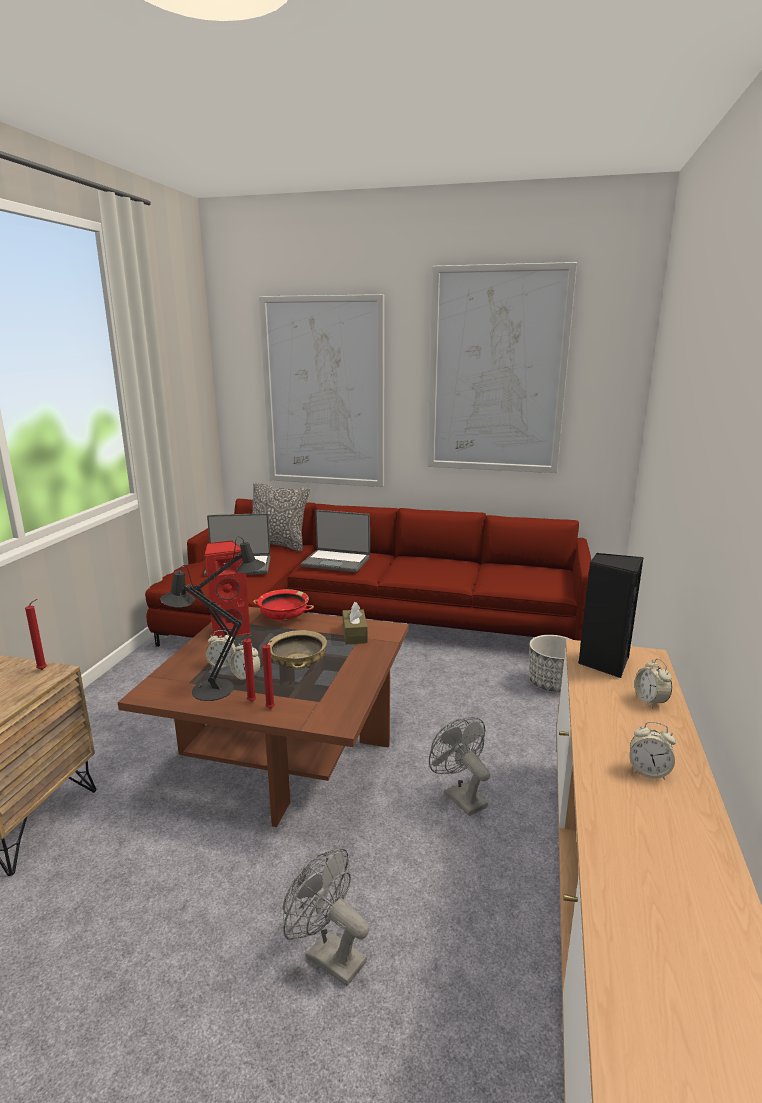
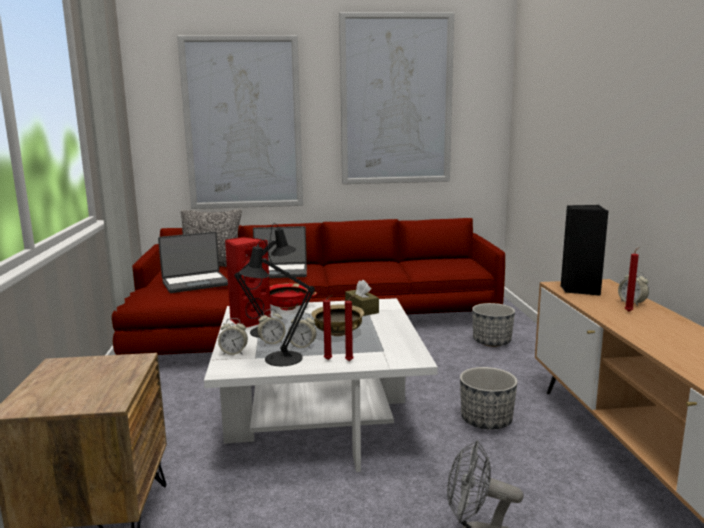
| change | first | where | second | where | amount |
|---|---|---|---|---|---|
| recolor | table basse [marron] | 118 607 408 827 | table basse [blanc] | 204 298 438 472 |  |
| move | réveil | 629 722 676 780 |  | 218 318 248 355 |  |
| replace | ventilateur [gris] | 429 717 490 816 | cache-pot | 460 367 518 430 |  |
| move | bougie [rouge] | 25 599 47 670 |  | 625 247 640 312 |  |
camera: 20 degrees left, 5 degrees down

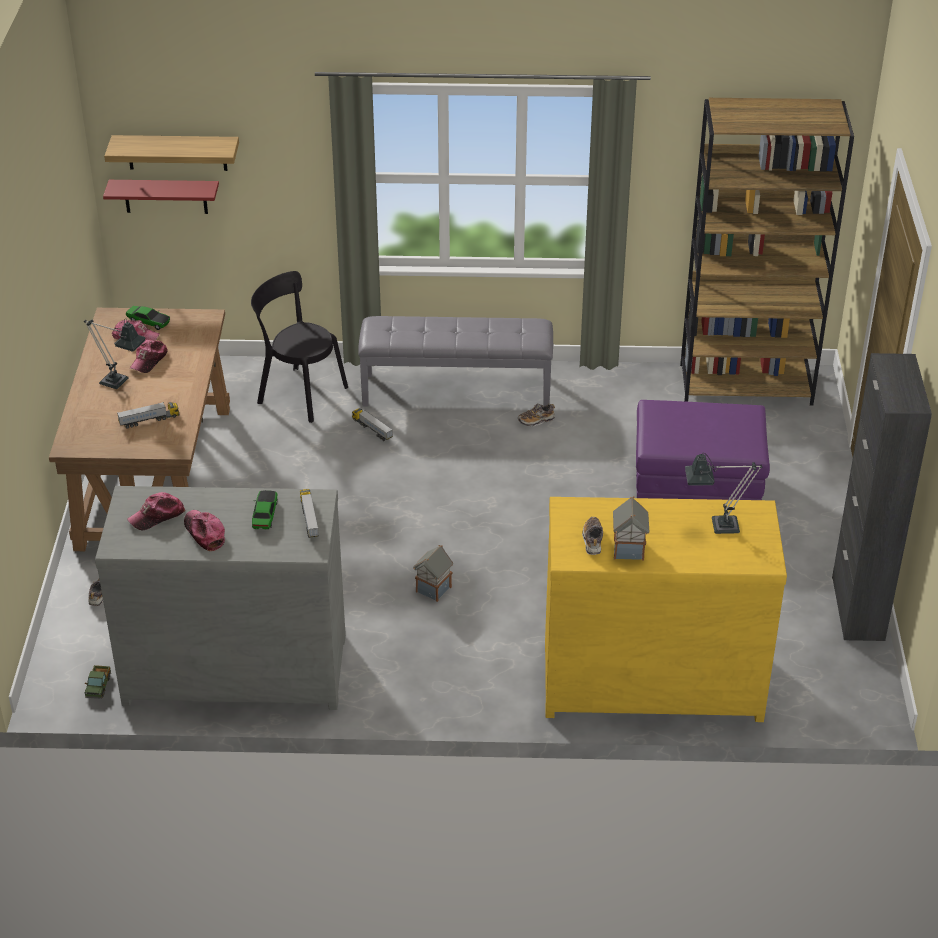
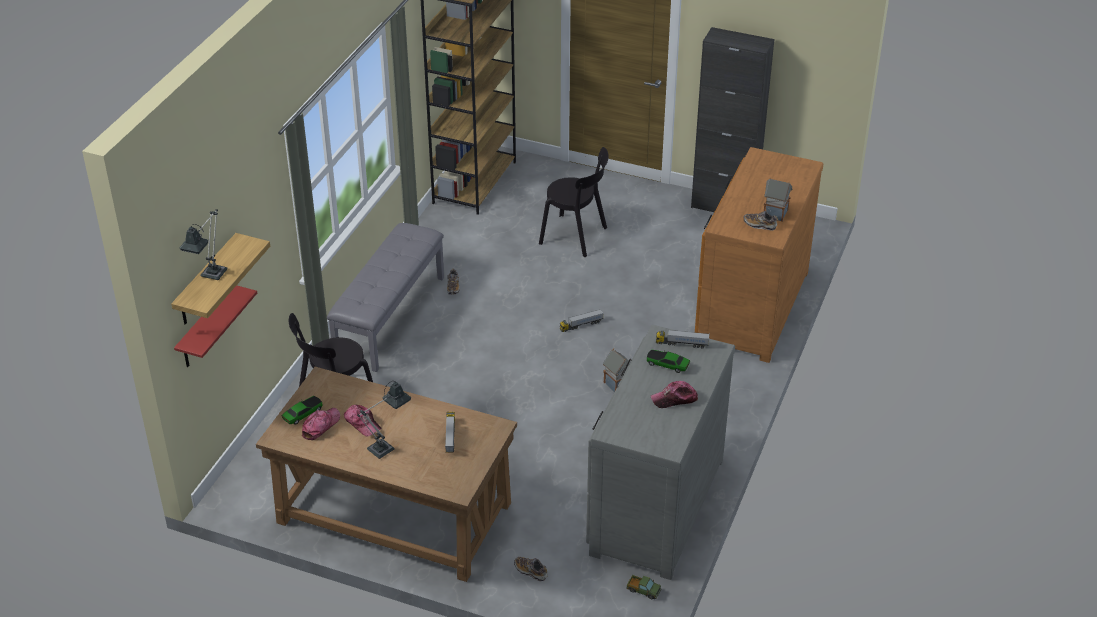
| change | first | where | second | where | amount |
|---|---|---|---|---|---|
| move | lampe de table | 685 453 762 534 |  | 180 209 227 280 |  |
| replace | pouf [violet] | 636 400 770 500 | chaise [noir] | 539 147 609 257 |  |
| move | camion jouet | 352 409 393 441 |  | 560 309 604 332 |  |
| recolor | commode [jaune] | 545 497 787 722 | commode [marron] | 695 147 824 363 |  |
| delete | casquette | 127 492 185 530 |  |  |  |
camera: 70 degrees left, 0 degrees up

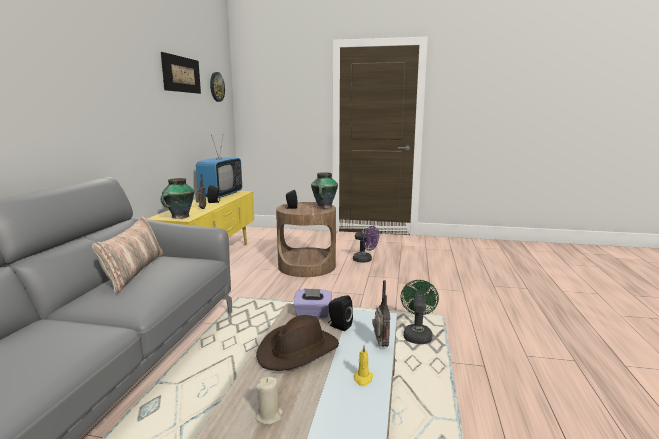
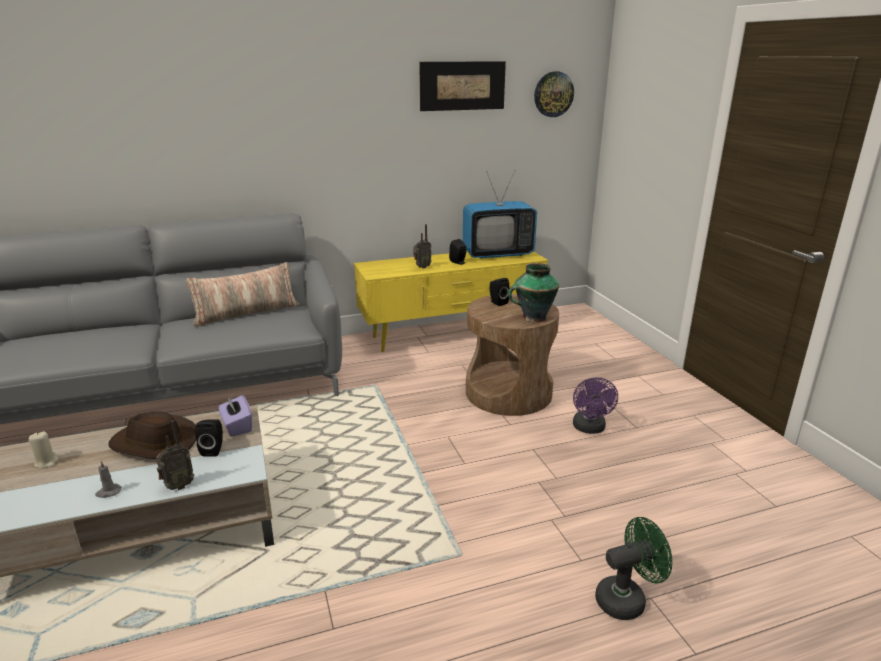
| change | first | where | second | where | amount |
|---|---|---|---|---|---|
| recolor | bougie [jaune] | 354 345 373 386 | bougie [gris] | 95 461 121 498 |  |
| move | ventilateur [vert] | 401 280 439 344 |  | 595 517 672 620 |  |
| delete | vase | 161 178 194 219 |  |  |  |
camera: 60 degrees right, 10 degrees up

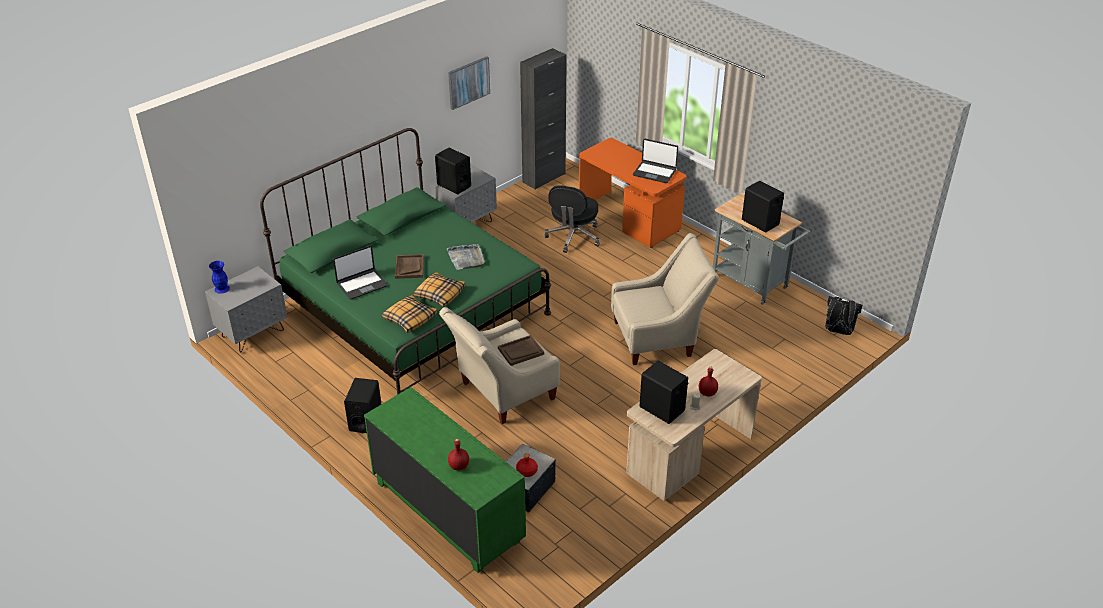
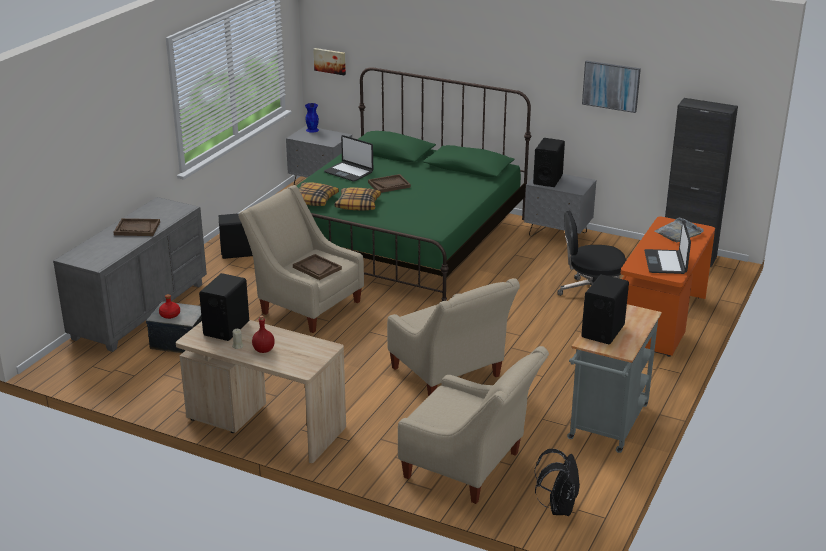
| change | first | where | second | where | amount |
|---|---|---|---|---|---|
| recolor | commode [vert] | 364 387 526 573 | commode [gris] | 53 197 207 352 |  |
| insert |  |  | plateau [marron] | 114 218 160 236 |  |
| insert |  |  | tableau | 313 48 346 75 |  |
| insert |  |  | fauteuil [beige] | 398 346 549 504 |  |
| move | plateau [gris] | 447 244 485 270 |  | 655 217 704 242 |  |
| delete | bouteille [rouge] | 448 439 469 470 |  |  |  |
camera: 70 degrees right, 10 degrees down

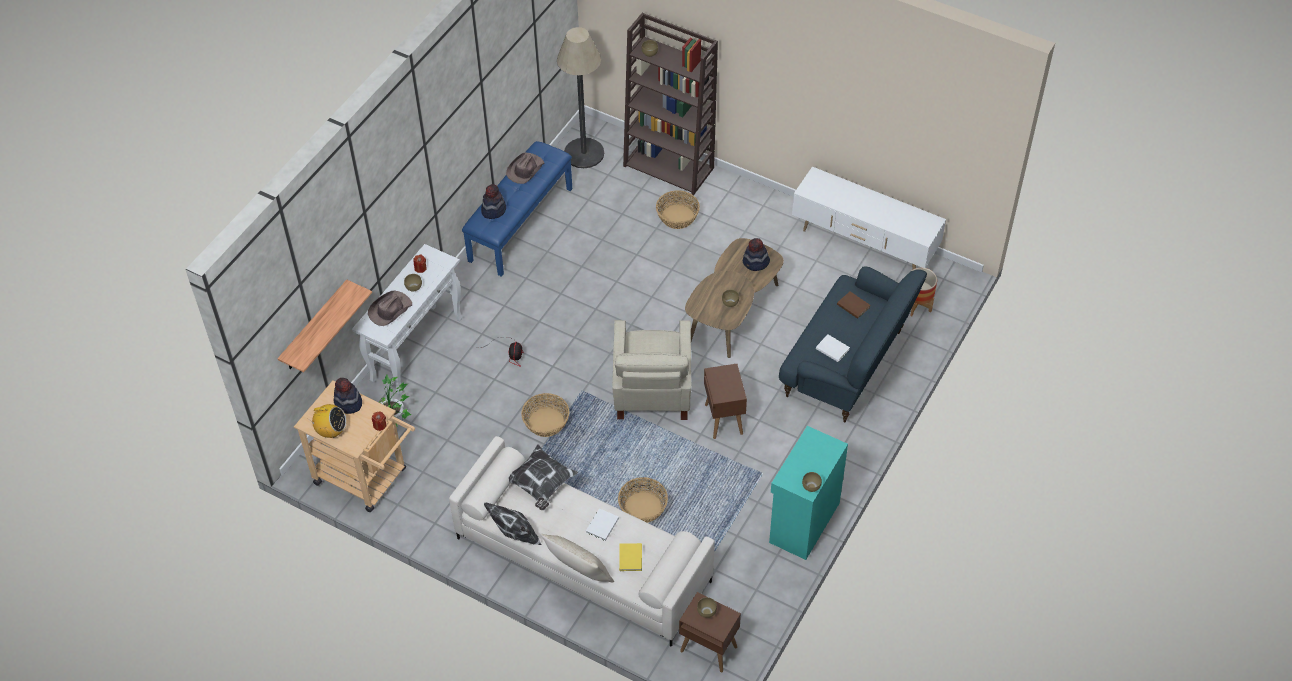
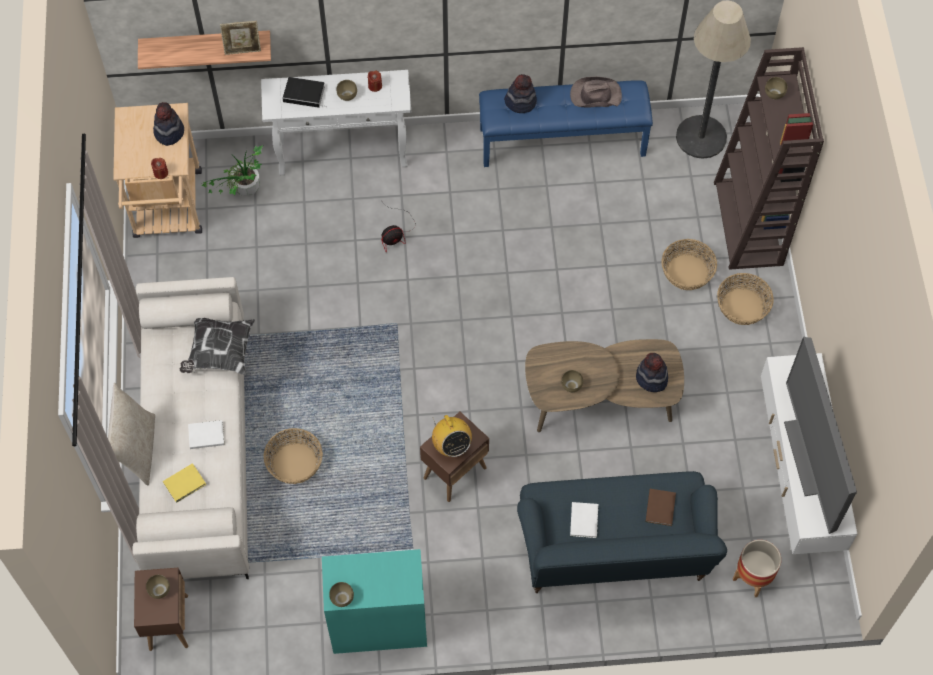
| change | first | where | second | where | amount |
|---|---|---|---|---|---|
| insert |  |  | cadre photo | 220 21 261 55 |  |
| replace | chapeau [marron] | 368 291 412 326 | livre | 283 77 327 108 |  |
| move | radio | 307 404 347 438 |  | 432 415 472 457 |  |
| move | panier | 521 393 569 437 |  | 717 273 774 325 |  |
| insert |  |  | téléviseur | 784 337 857 534 |  |
| delete | coussin | 484 502 542 545 |  |  |  |
| delete | fauteuil [beige] | 612 320 691 420 |  |  |  |
camera: 55 degrees right, 10 degrees up

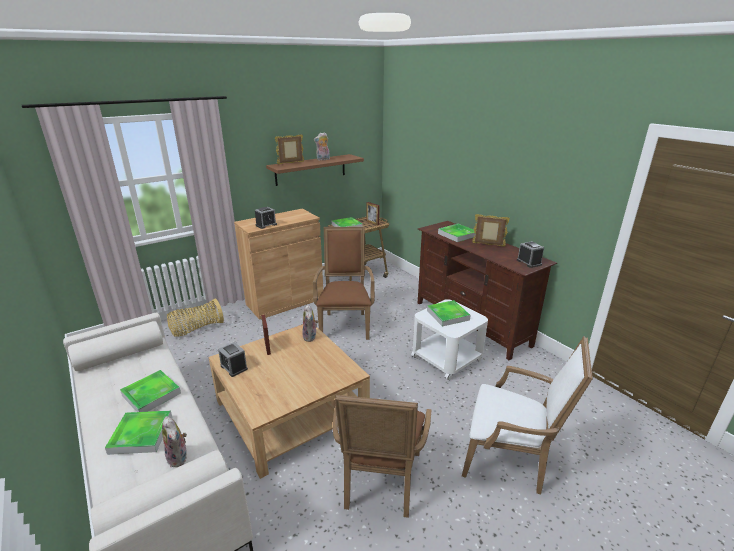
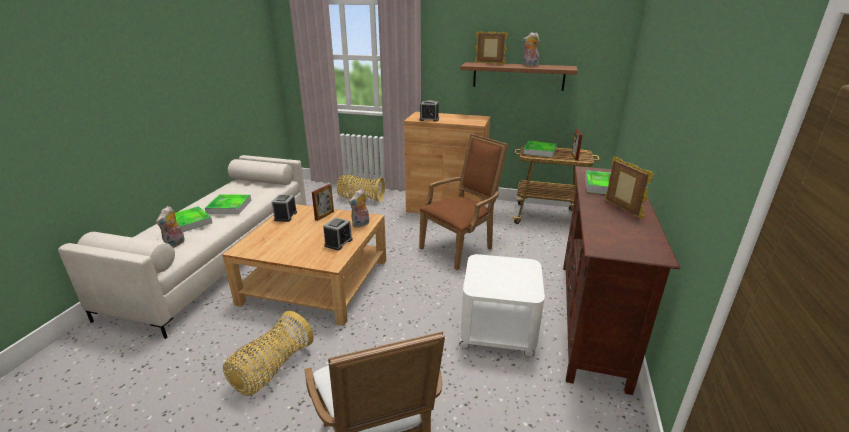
| change | first | where | second | where | amount |
|---|---|---|---|---|---|
| replace | fauteuil [marron] | 333 395 432 518 | panier | 223 311 314 396 |  |
| move | réveil | 517 241 544 268 |  | 323 218 353 250 |  |
| delete | plateau | 427 300 471 326 |  |  |  |
camera: 50 degrees right, 0 degrees up

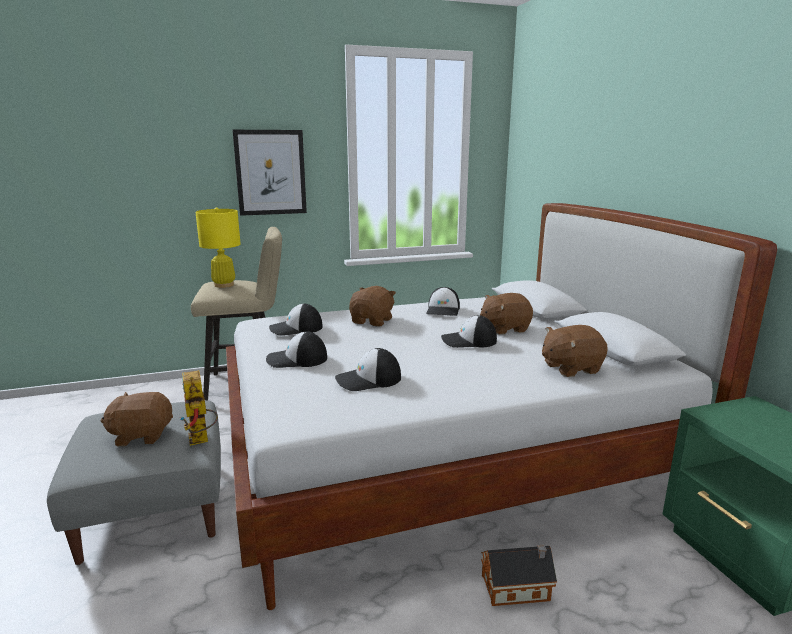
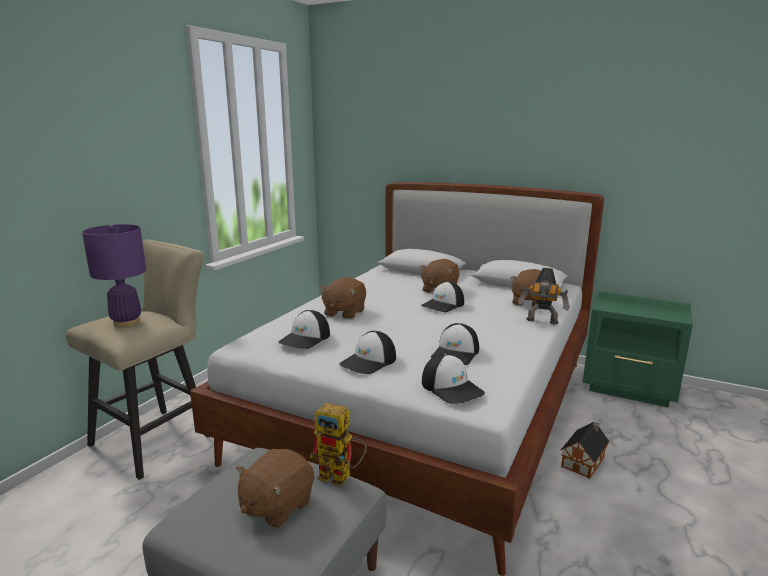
| change | first | where | second | where | amount |
|---|---|---|---|---|---|
| recolor | lampe de table [jaune] | 196 208 241 288 | lampe de table [violet] | 82 224 146 327 |  |
| rotate | peluche [marron] | 349 286 396 327 |  | 320 277 366 319 | 135 degrees counterclockwise |
| move | casquette | 426 287 460 316 |  | 422 353 485 404 |  |
| insert |  |  | robot jouet | 518 268 570 325 |  |
| delete | tableau | 232 130 307 216 |  |  |  |
camera: 45 degrees left, 0 degrees up

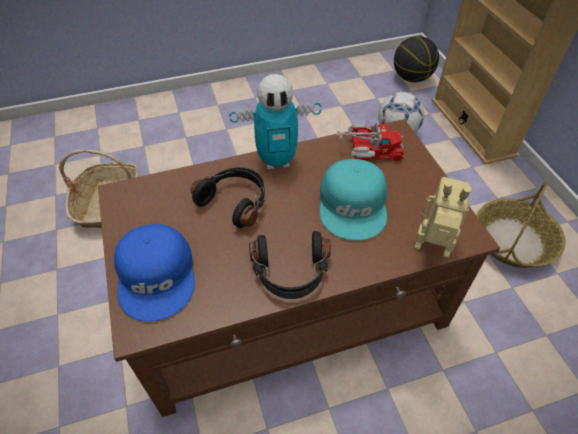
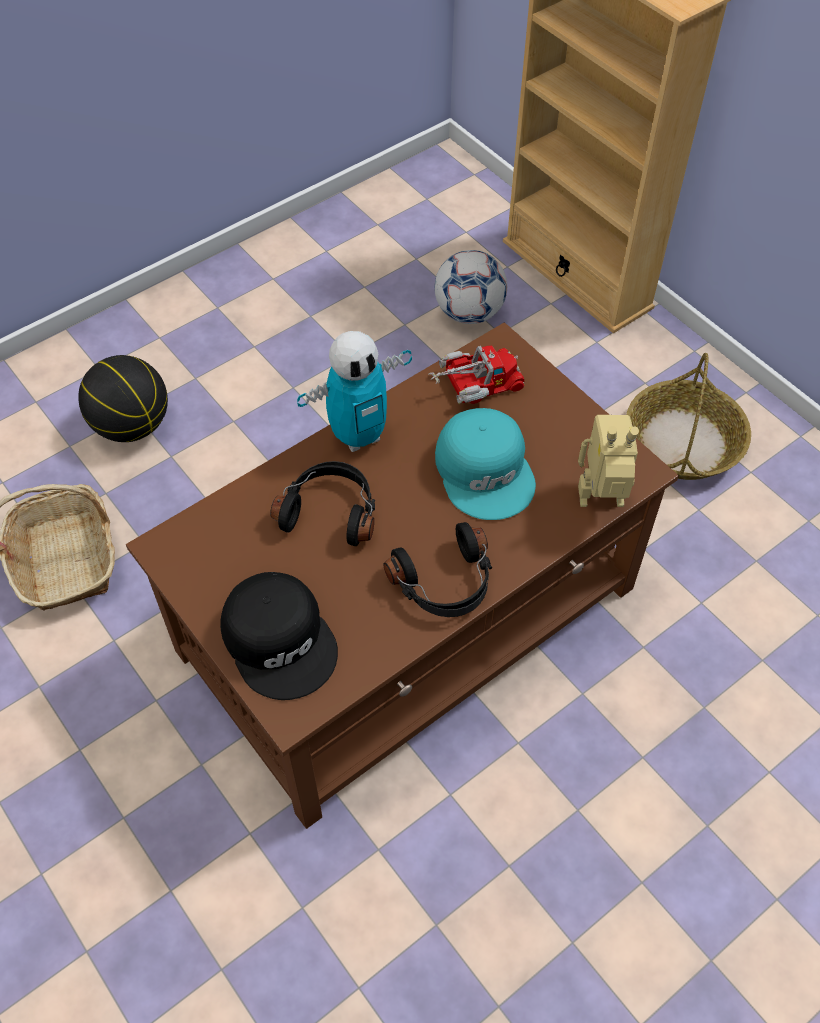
| change | first | where | second | where | amount |
|---|---|---|---|---|---|
| move | ballon de basket | 394 36 439 82 |  | 78 355 168 442 |  |
| recolor | casquette [bleu] | 114 224 195 322 | casquette [noir] | 220 572 338 700 |  |
camera: 20 degrees left, 5 degrees up

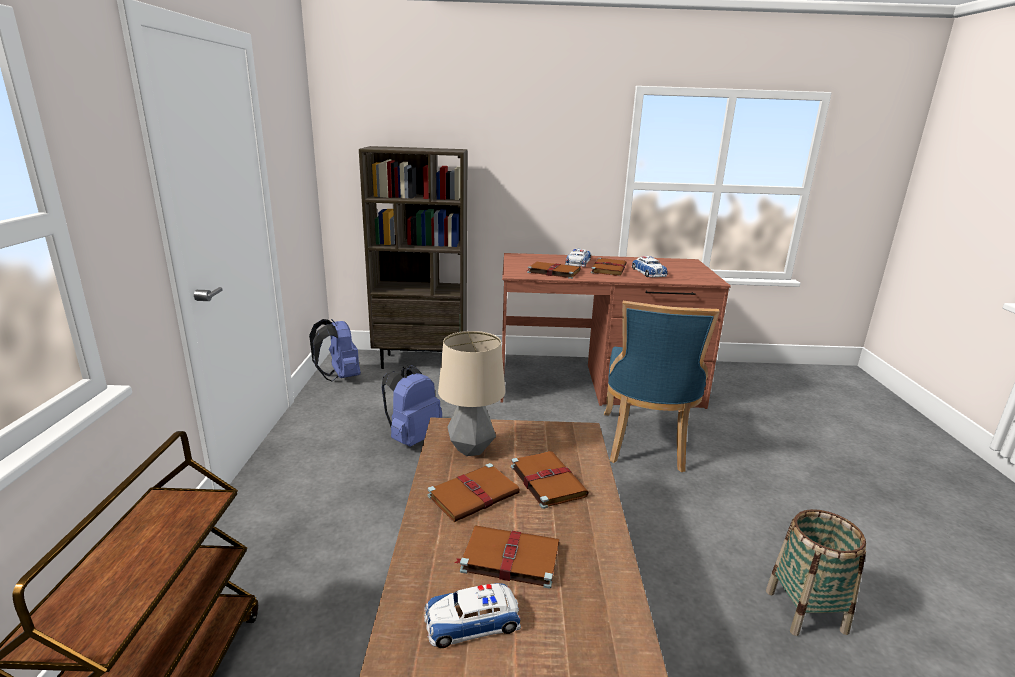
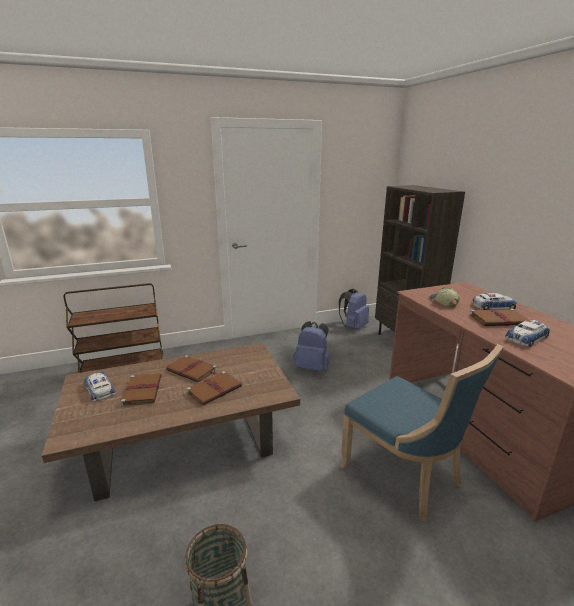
| change | first | where | second | where | amount |
|---|---|---|---|---|---|
| rotate | chaise [bleu] | 604 301 720 472 |  | 339 344 503 521 | 120 degrees counterclockwise |
| replace | livre [marron] | 526 262 581 279 | casquette | 429 287 460 306 |  |
| delete | lampe de table | 438 331 505 456 |  |  |  |
camera: 70 degrees right, 0 degrees up

